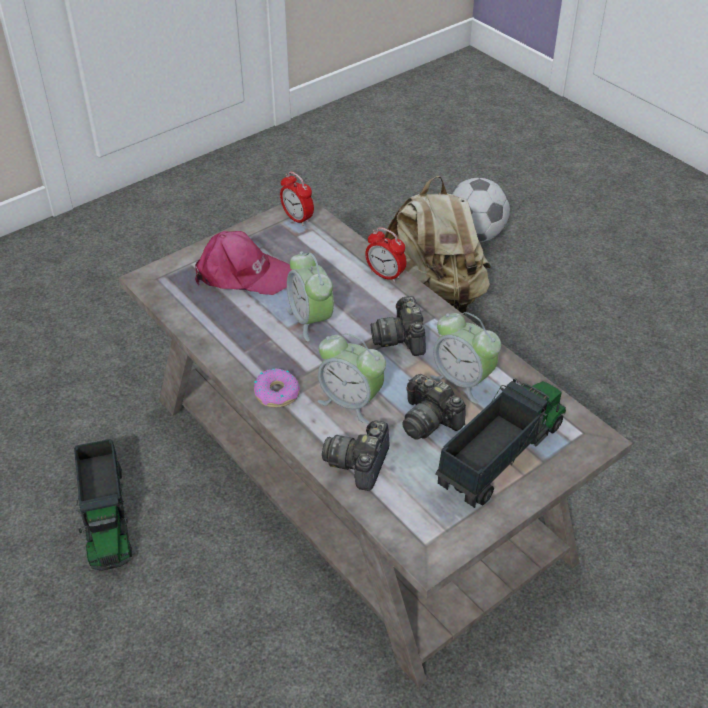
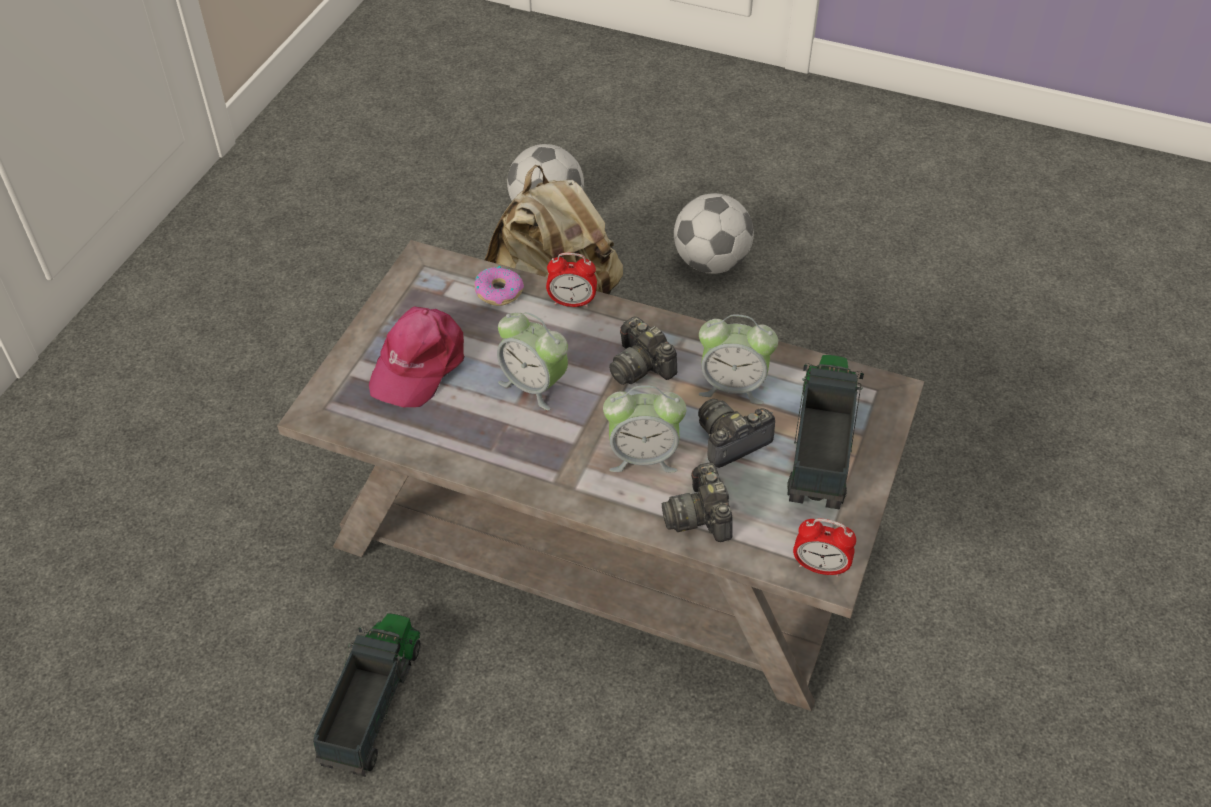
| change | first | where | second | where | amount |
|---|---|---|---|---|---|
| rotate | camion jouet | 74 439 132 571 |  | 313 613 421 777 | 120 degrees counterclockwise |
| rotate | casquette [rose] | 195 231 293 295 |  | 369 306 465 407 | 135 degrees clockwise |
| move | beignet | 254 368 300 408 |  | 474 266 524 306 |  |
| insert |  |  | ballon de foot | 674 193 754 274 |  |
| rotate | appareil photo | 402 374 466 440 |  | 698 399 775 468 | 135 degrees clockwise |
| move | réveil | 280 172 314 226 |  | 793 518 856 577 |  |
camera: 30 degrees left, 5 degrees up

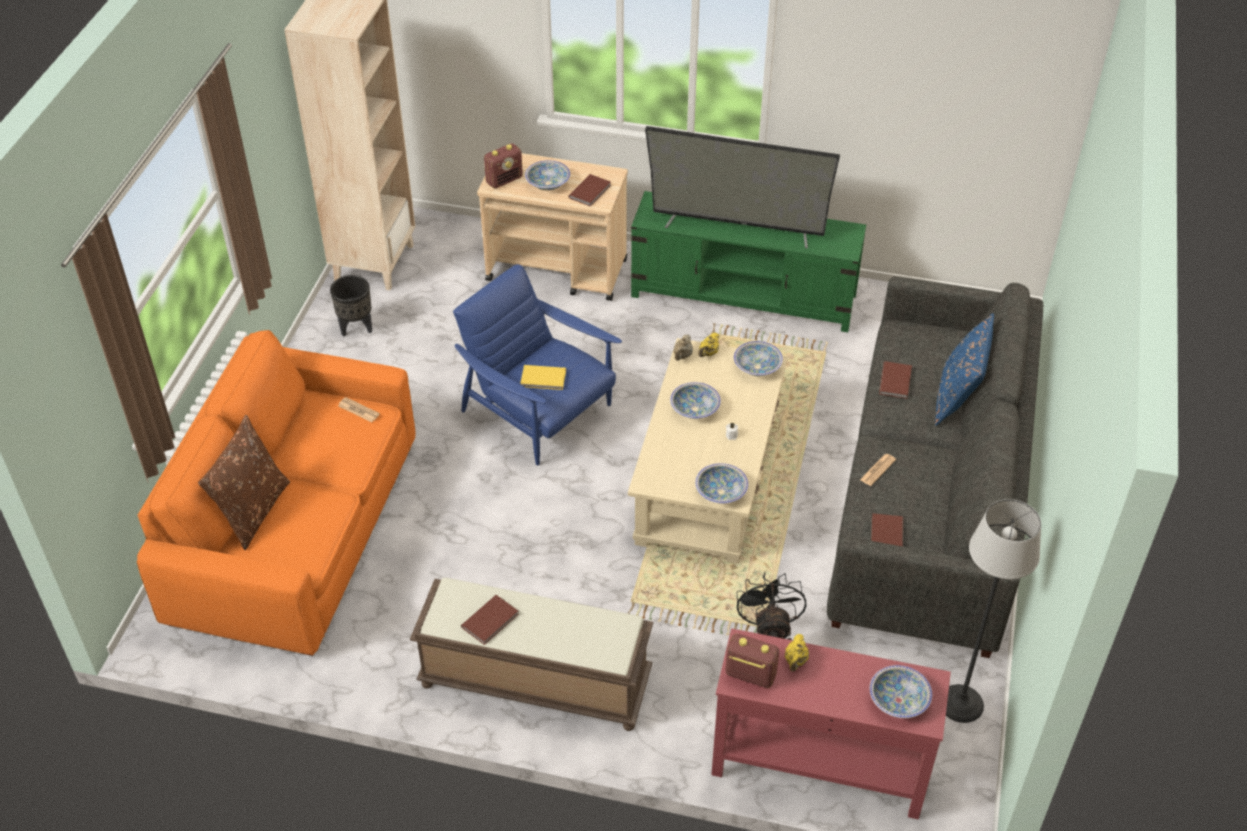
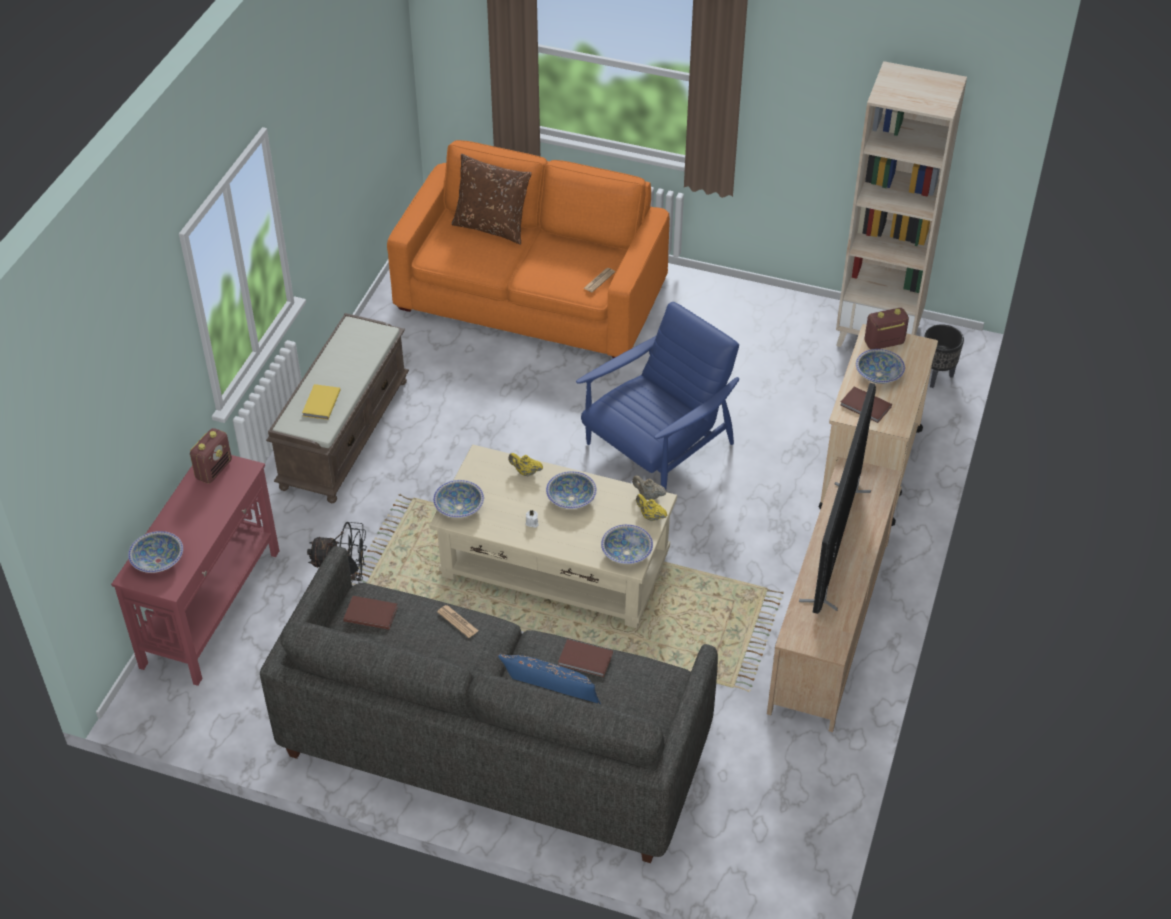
| change | first | where | second | where | amount |
|---|---|---|---|---|---|
| move | livre [jaune] | 520 365 566 390 |  | 302 384 341 420 |  |
| move | théière [jaune] | 784 634 809 672 |  | 508 453 543 477 |  |
| recolor | meuble télé [vert] | 631 191 866 332 | meuble télé [beige] | 767 457 902 732 |  |
| rotate | radio | 484 143 523 188 |  | 864 308 909 349 | 105 degrees clockwise |
| move | cache-pot [noir] | 330 275 372 337 |  | 924 324 964 388 |  |
| delete | livre [marron] | 461 595 519 645 |  |  |  |
| delete | lampadaire | 946 499 1041 723 |  |  |  |
camera: 95 degrees right, 0 degrees up

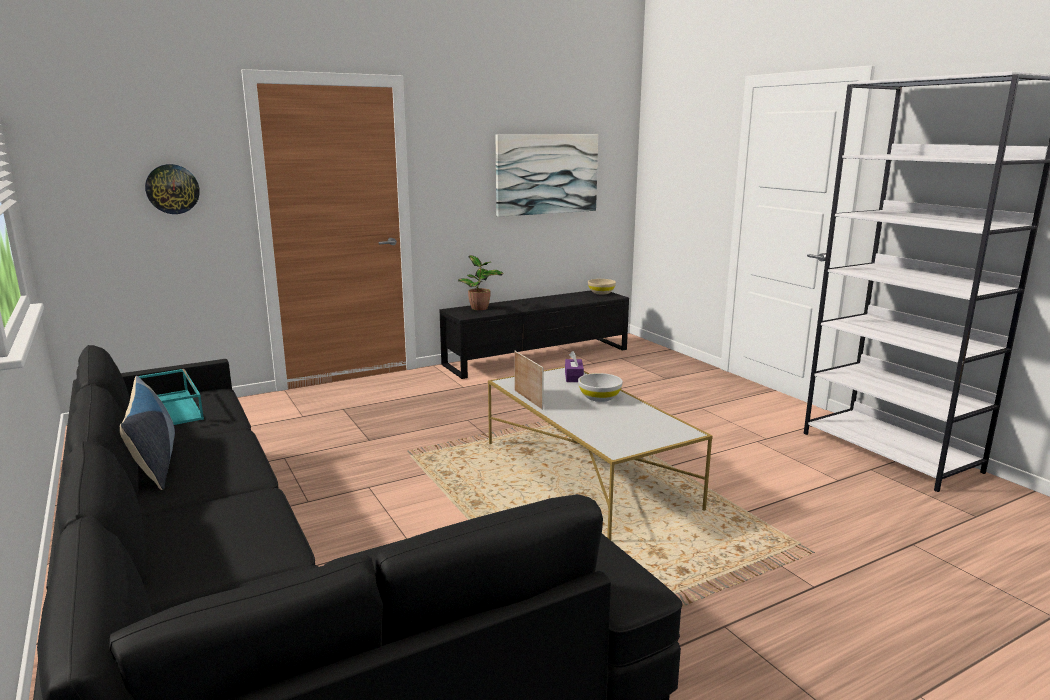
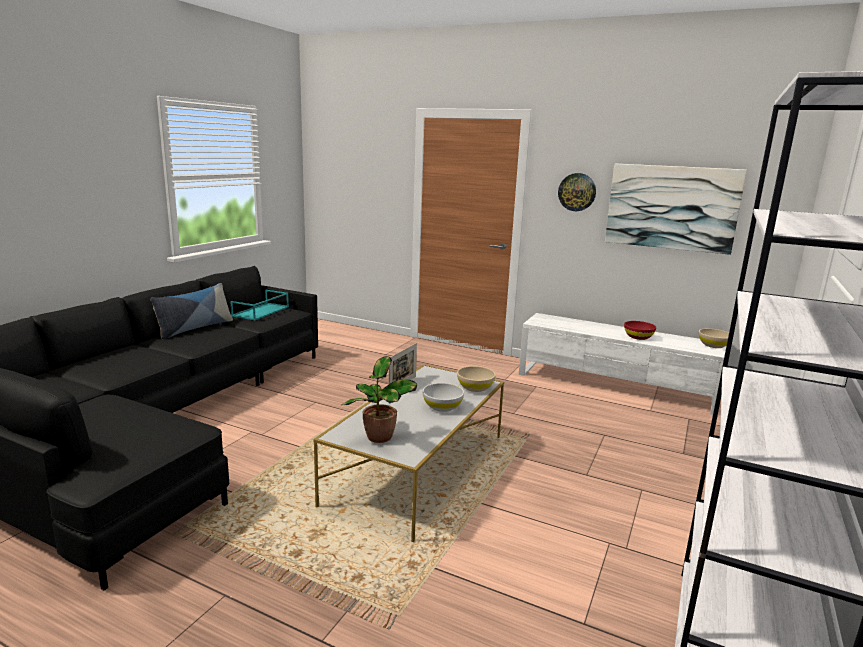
| change | first | where | second | where | amount |
|---|---|---|---|---|---|
| move | plante en pot | 458 255 504 310 |  | 342 356 417 443 |  |
| replace | boîte à mouchoirs [violet] | 565 351 584 382 | bol [beige] | 457 366 496 392 |  |
| recolor | meuble télé [noir] | 439 290 629 379 | meuble télé [blanc] | 519 313 726 415 |  |
| move | horloge murale | 145 164 200 214 |  | 558 173 596 211 |  |
| insert |  |  | bol [rouge] | 624 321 656 340 |  |
camera: 55 degrees right, 0 degrees up

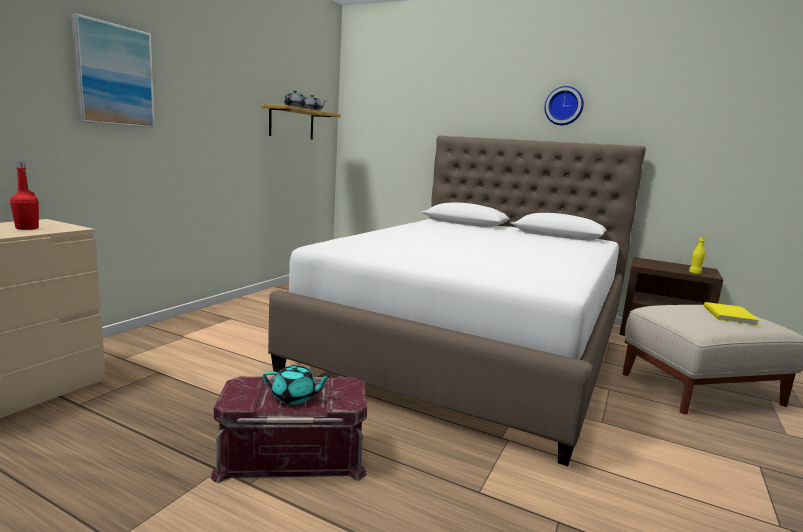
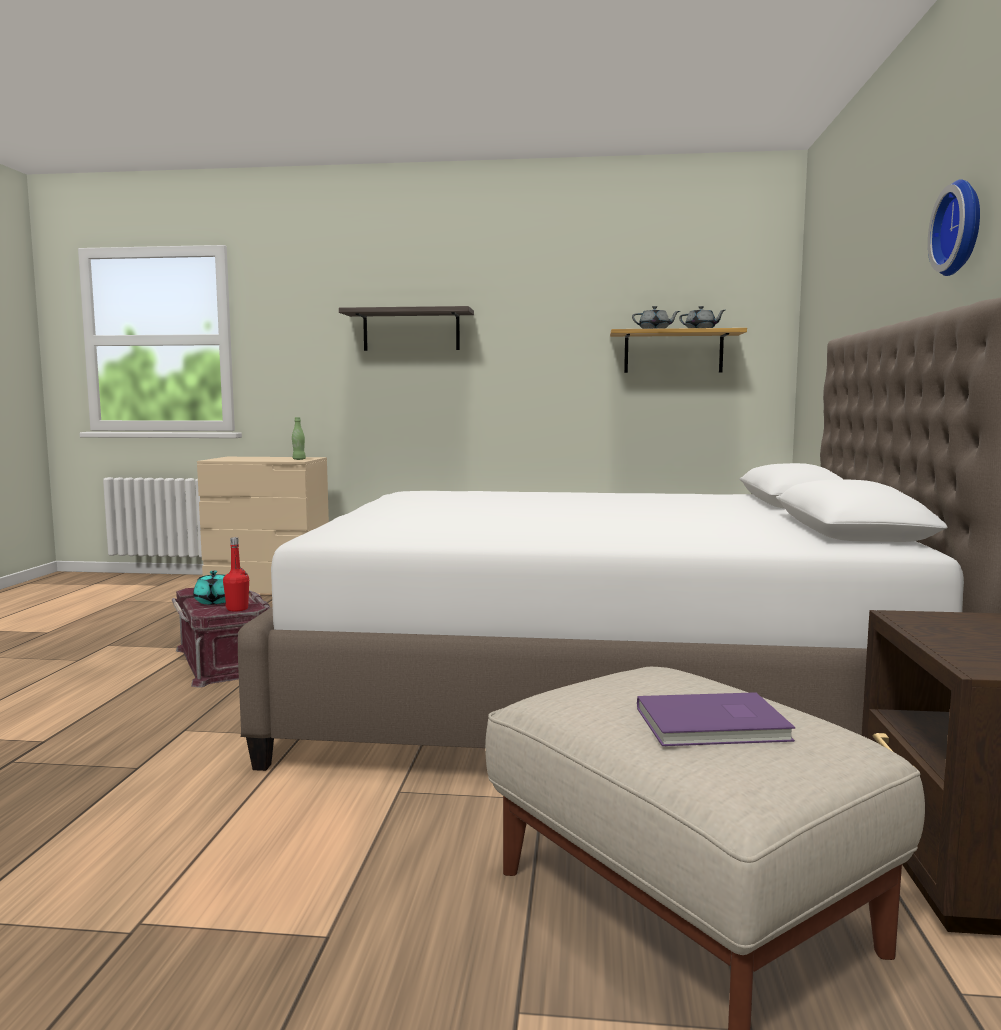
| change | first | where | second | where | amount |
|---|---|---|---|---|---|
| move | bouteille [rouge] | 10 161 39 230 |  | 223 537 249 612 |  |
| insert |  |  | bouteille [vert] | 292 417 306 460 |  |
| replace | tableau | 71 13 155 128 | étagère | 339 306 474 351 |  |
| recolor | livre [jaune] | 704 302 760 325 | livre [violet] | 637 692 795 746 |  |
| delete | bouteille [jaune] | 689 237 705 274 |  |  |  |
camera: 70 degrees right, 5 degrees down

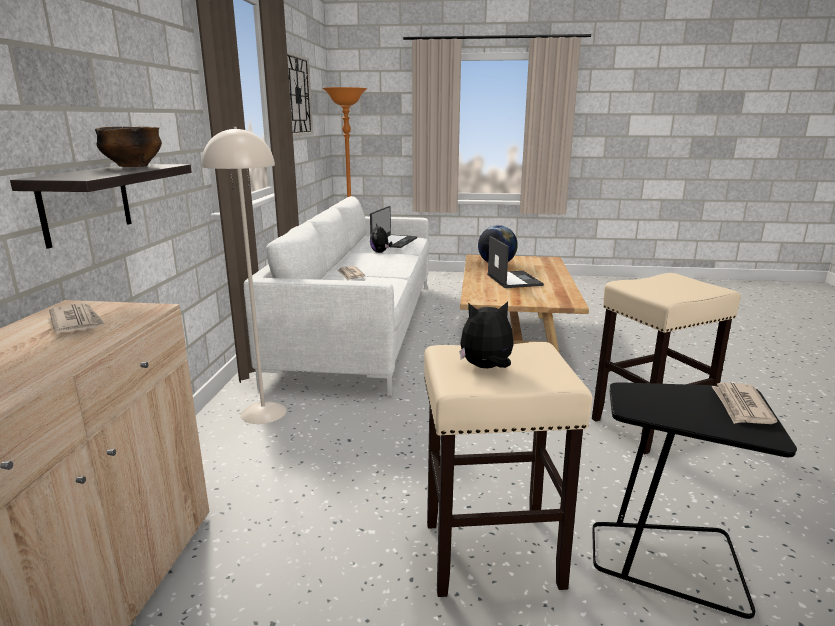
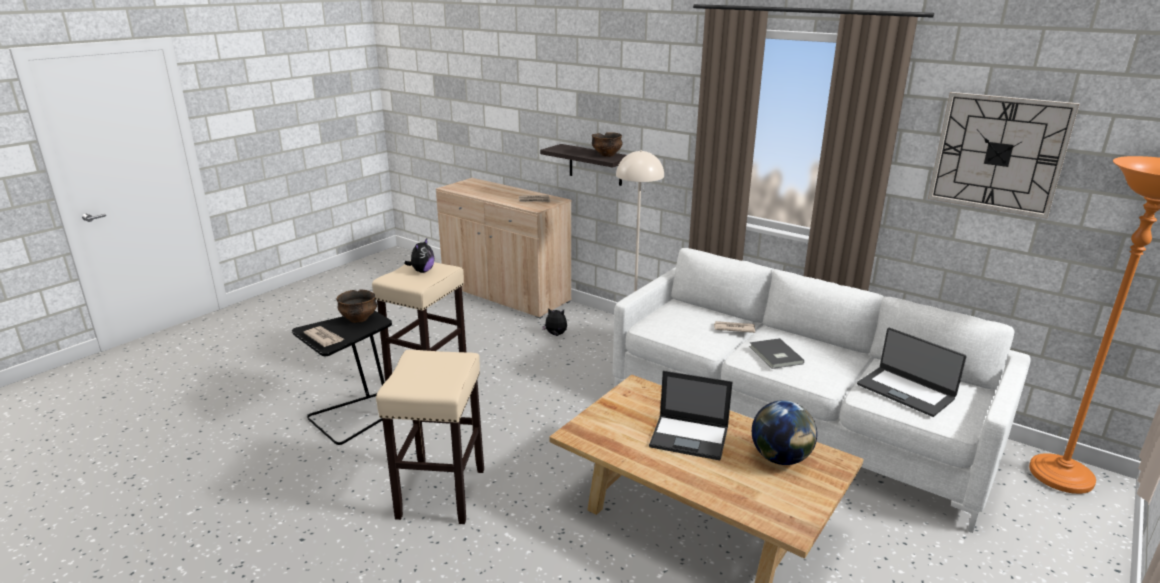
| change | first | where | second | where | amount |
|---|---|---|---|---|---|
| insert |  |  | bol | 336 289 377 323 |  |
| move | peluche | 370 224 392 253 |  | 542 308 567 336 |  |
| insert |  |  | livre [gris] | 749 338 804 369 |  |
camera: 120 degrees right, 5 degrees up

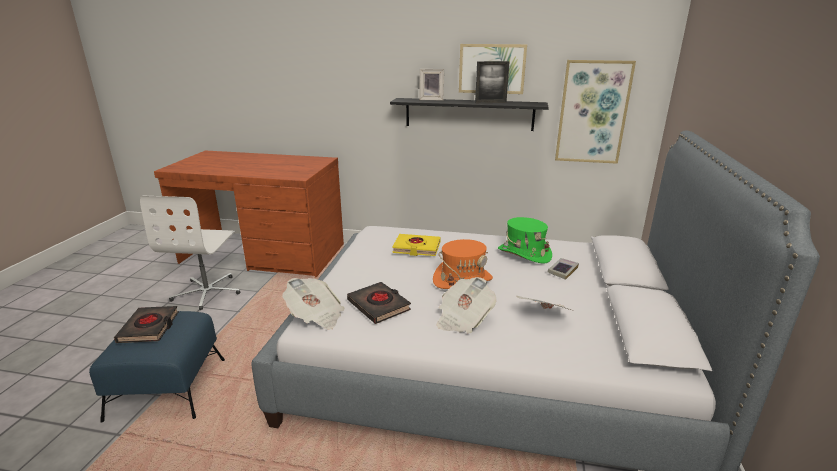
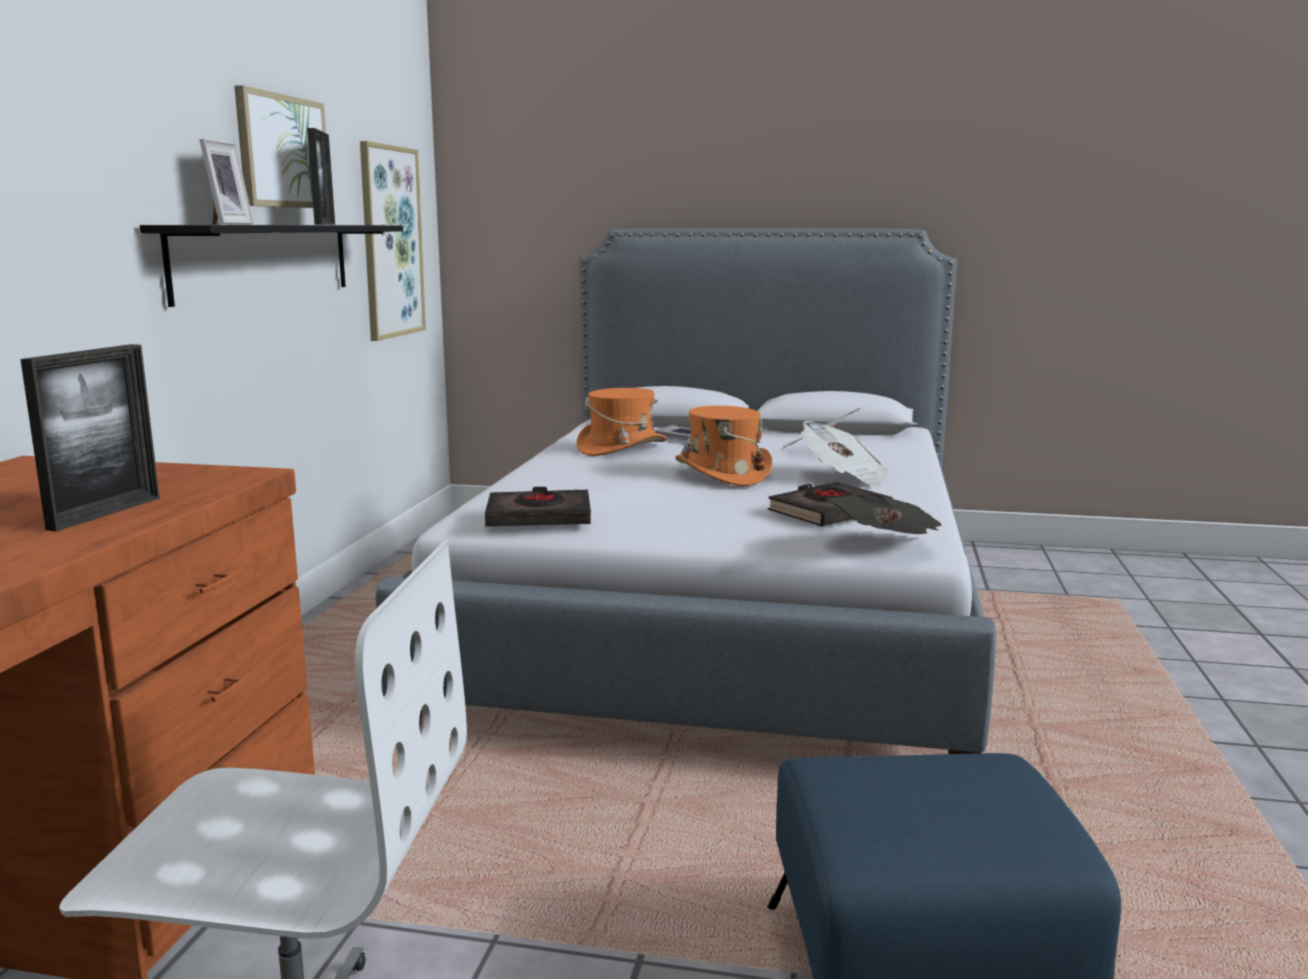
| change | first | where | second | where | amount |
|---|---|---|---|---|---|
| insert |  |  | cadre photo | 20 344 160 532 |  |
| move | livre [noir] | 114 306 179 343 |  | 485 487 591 526 |  |
| recolor | chapeau [vert] | 498 217 552 264 | chapeau [orange] | 577 388 667 456 |  |
| delete | livre [jaune] | 392 234 440 256 |  |  |  |
camera: 90 degrees left, 10 degrees down

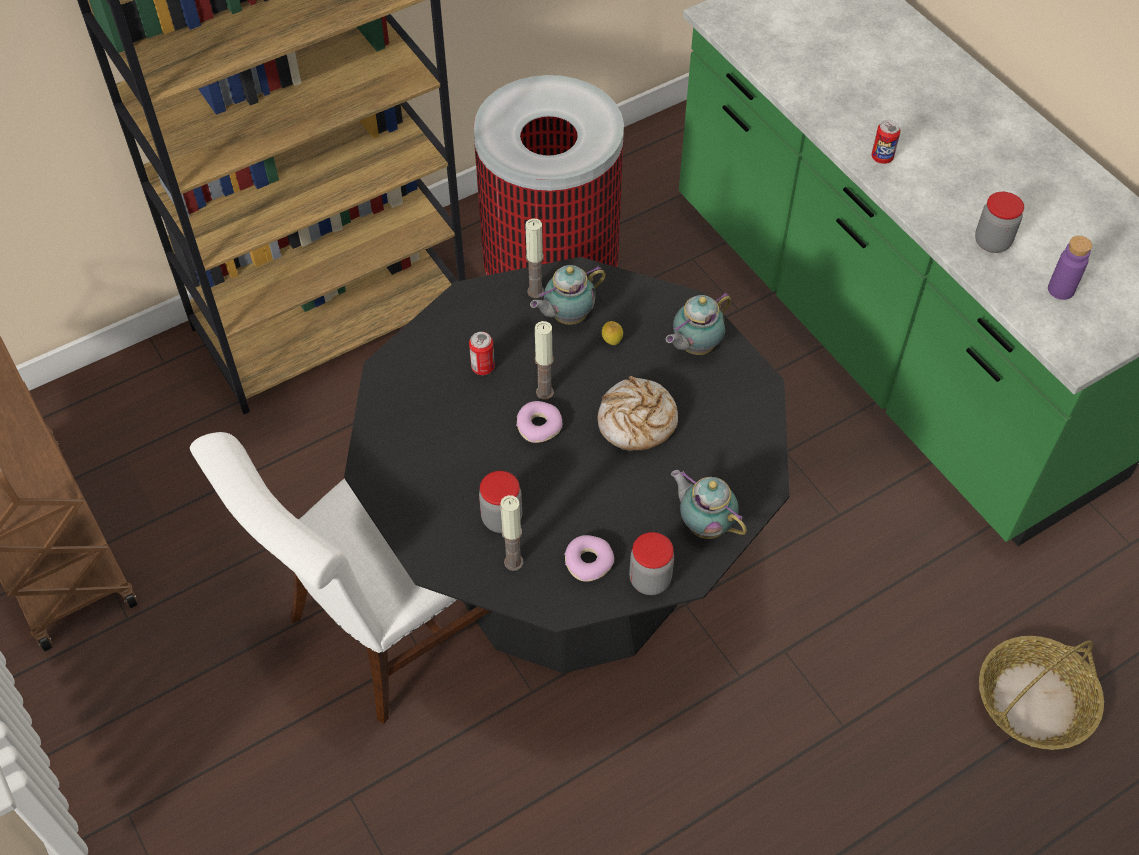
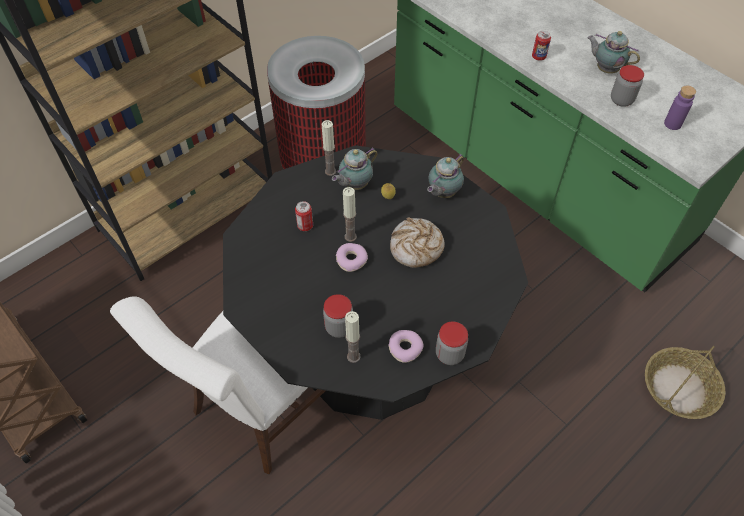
| change | first | where | second | where | amount |
|---|---|---|---|---|---|
| move | théière | 671 470 747 539 |  | 588 31 640 74 |  |
camera: 10 degrees left, 0 degrees up

